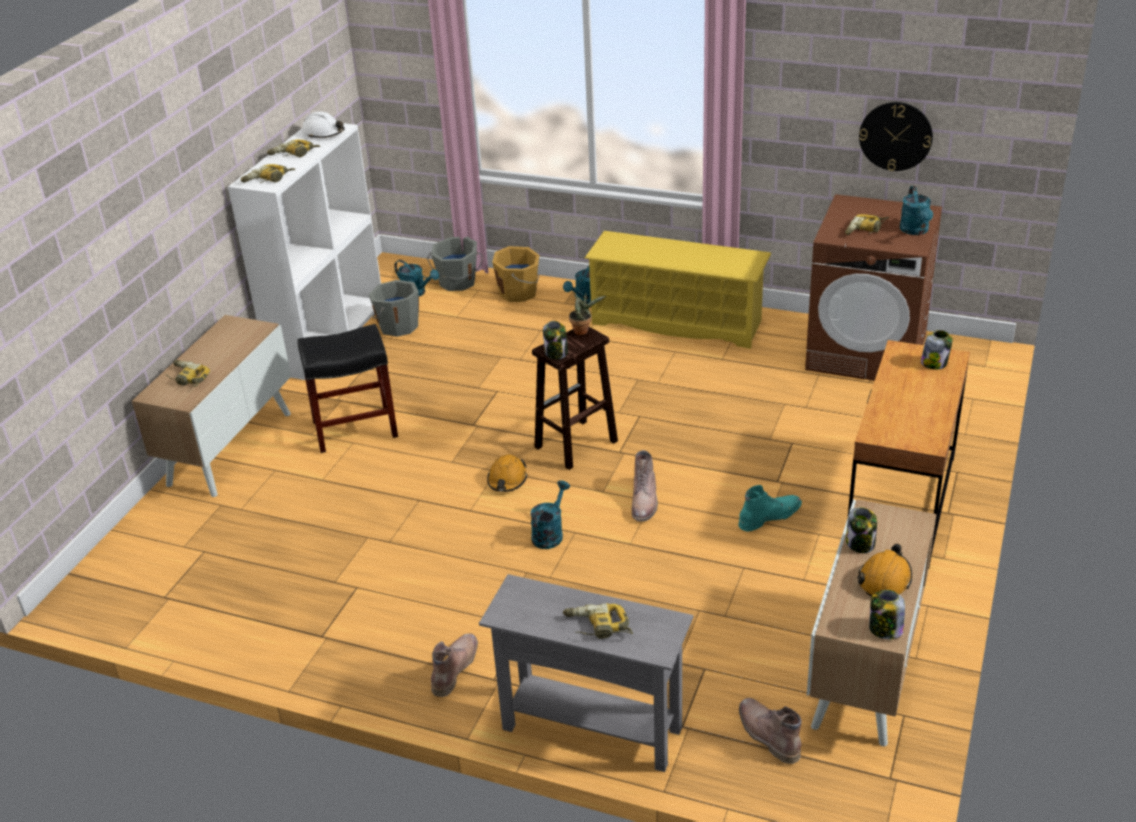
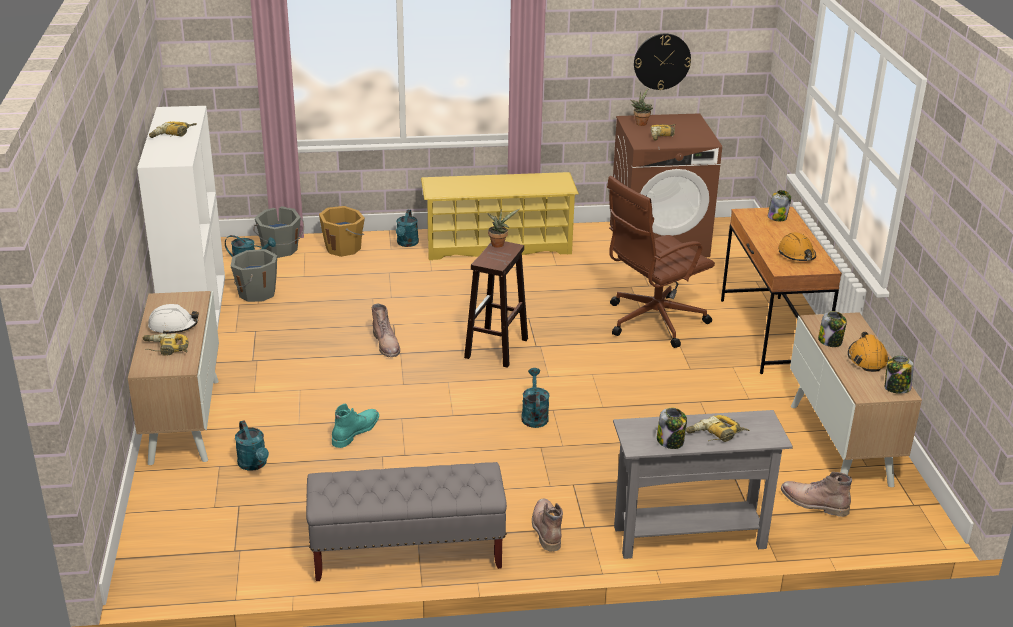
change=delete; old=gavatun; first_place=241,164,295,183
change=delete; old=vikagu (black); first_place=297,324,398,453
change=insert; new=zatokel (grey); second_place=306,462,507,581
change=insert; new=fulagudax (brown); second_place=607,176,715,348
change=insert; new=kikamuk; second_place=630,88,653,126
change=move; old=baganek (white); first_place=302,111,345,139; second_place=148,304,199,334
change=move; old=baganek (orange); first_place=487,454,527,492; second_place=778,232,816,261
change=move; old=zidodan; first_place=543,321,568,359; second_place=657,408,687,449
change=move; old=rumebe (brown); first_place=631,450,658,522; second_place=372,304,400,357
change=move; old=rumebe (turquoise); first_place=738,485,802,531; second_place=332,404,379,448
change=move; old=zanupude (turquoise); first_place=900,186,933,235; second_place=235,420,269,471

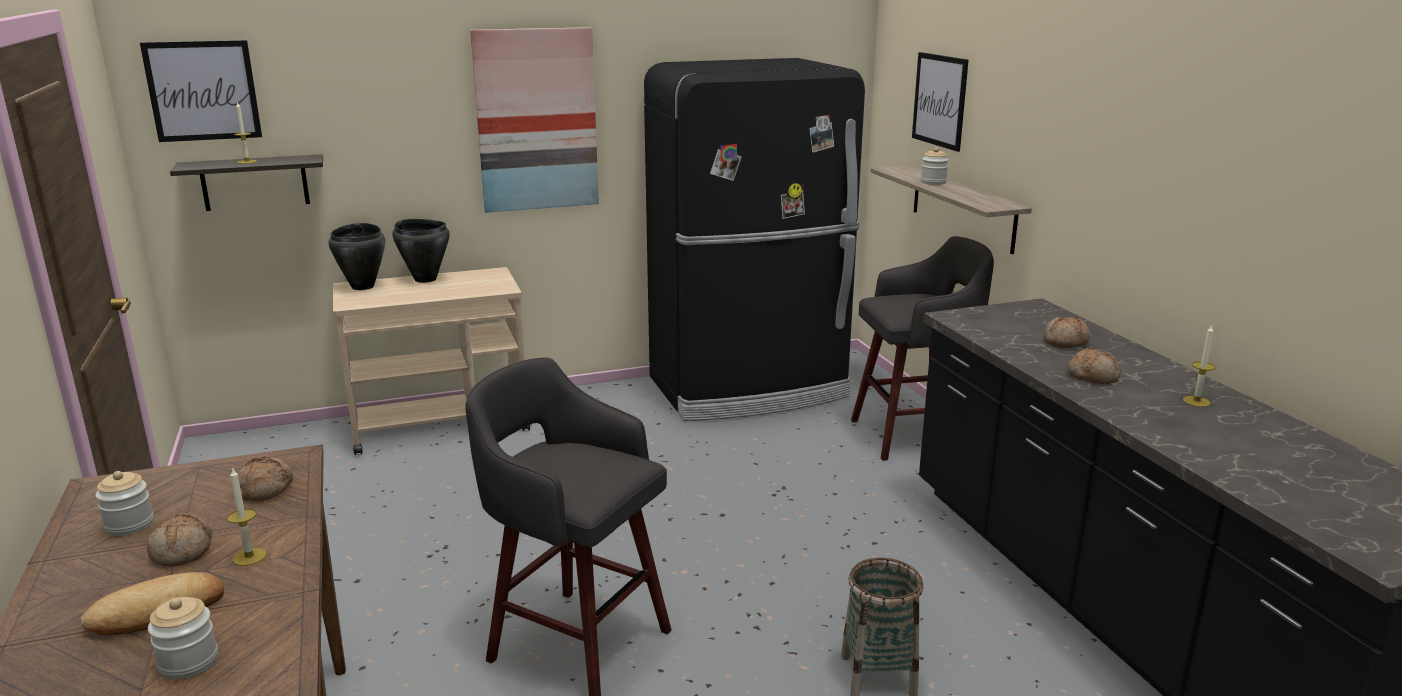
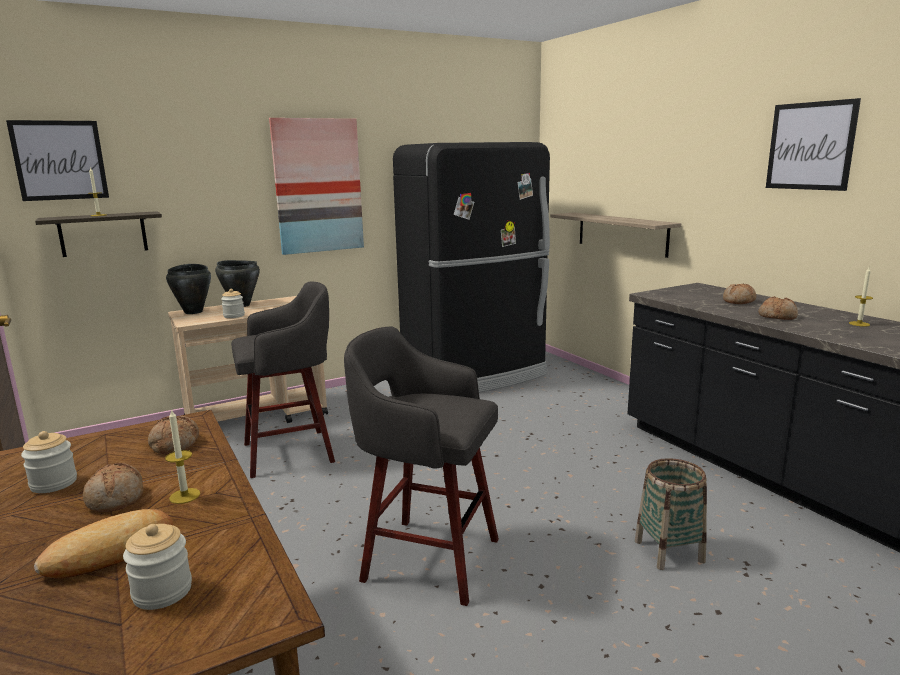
change=move; old=vikagu (grey); first_place=851,236,994,461; second_place=231,282,335,478
change=move; old=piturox; first_place=912,52,969,152; second_place=766,98,861,191
change=move; old=zidodan; first_place=921,147,949,185; second_place=221,289,245,318

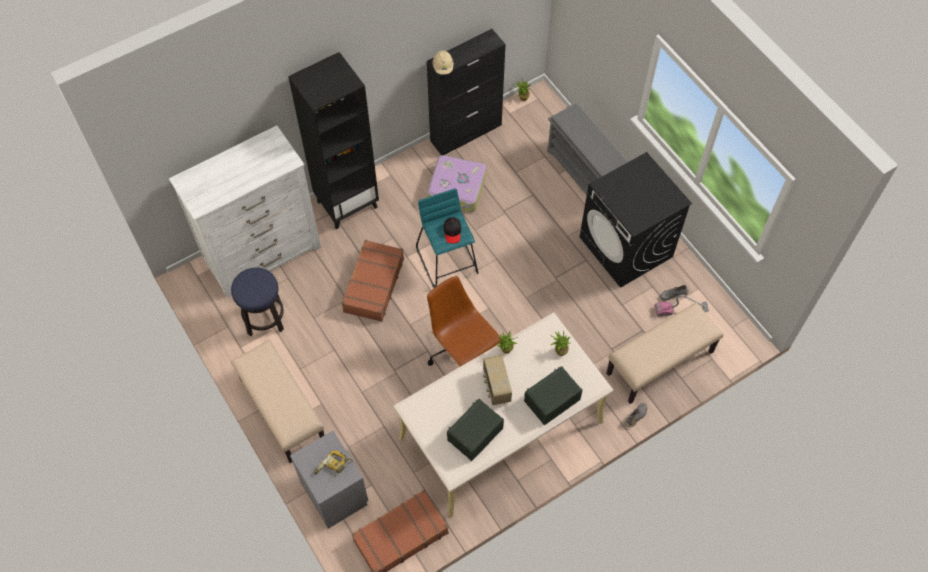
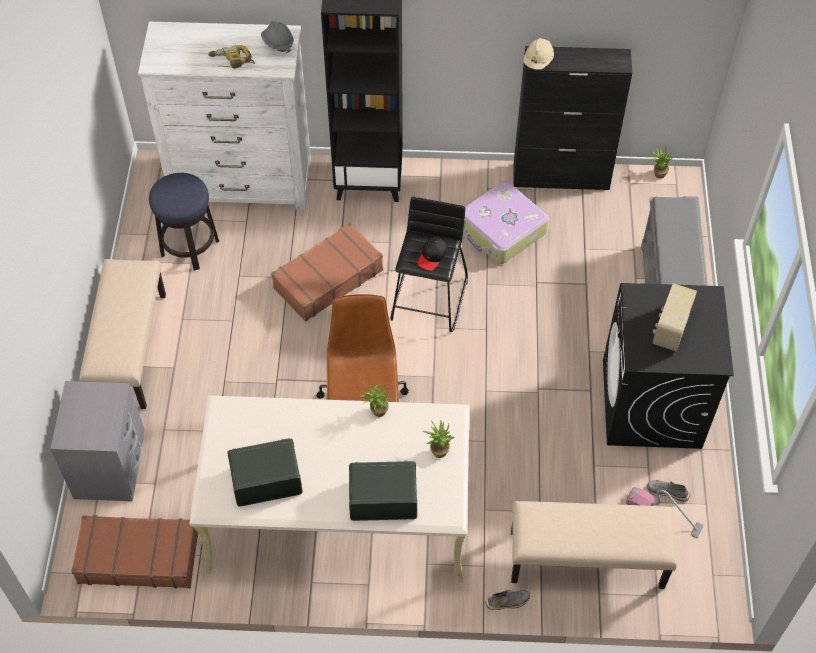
change=insert; new=baganek (grey); second_place=261,21,294,53
change=move; old=gavatun; first_place=314,450,353,479; second_place=208,45,255,69
change=move; old=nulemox; first_place=483,355,512,405; second_place=652,283,697,352
change=recolor; old=vikagu (turquoise); new=vikagu (black); first_place=416,188,478,288; second_place=390,197,468,332

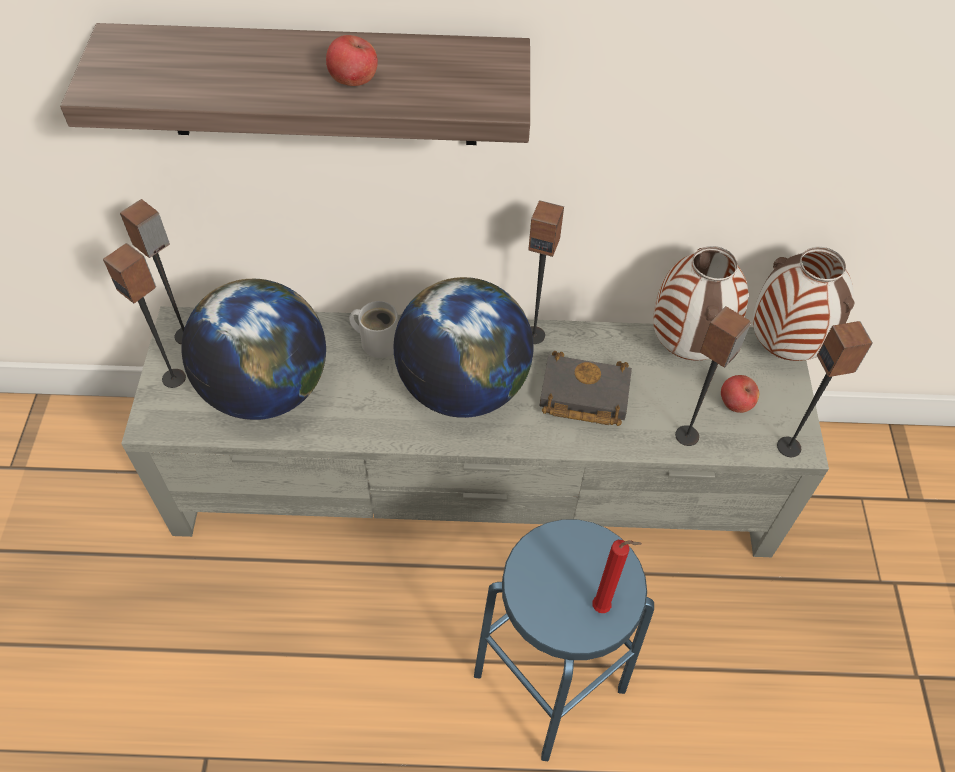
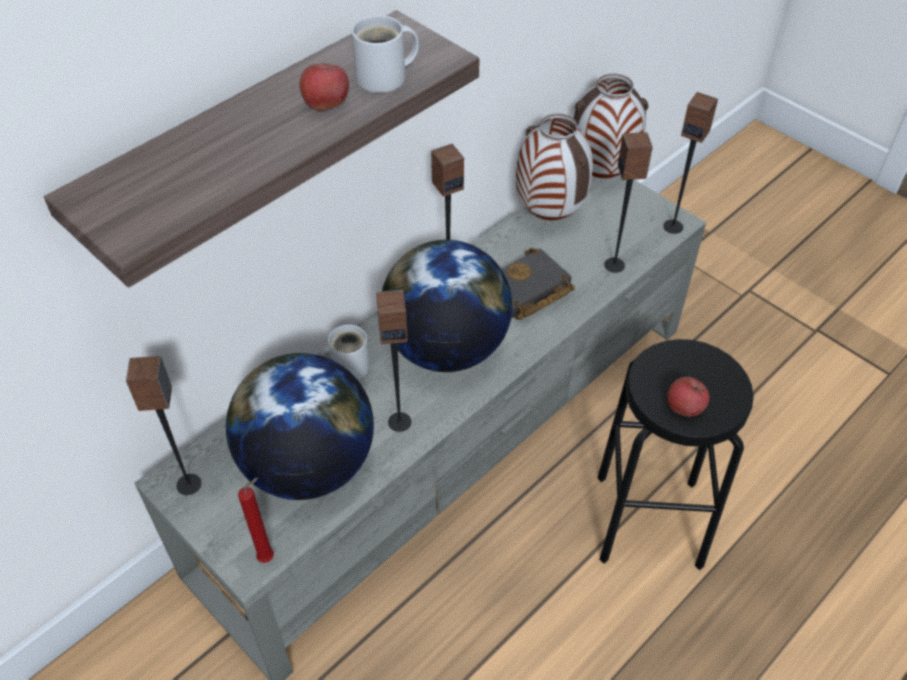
change=insert; new=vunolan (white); second_place=352,15,419,93
change=move; old=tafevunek; first_place=103,243,186,388; second_place=376,290,411,432
change=move; old=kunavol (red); first_place=592,540,642,613; second_place=238,477,274,563
change=move; old=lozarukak; first_place=721,375,759,413; second_place=667,377,709,417
change=recolor; old=vikagu (blue); new=vikagu (black); first_place=474,519,654,761; second_place=597,339,754,570

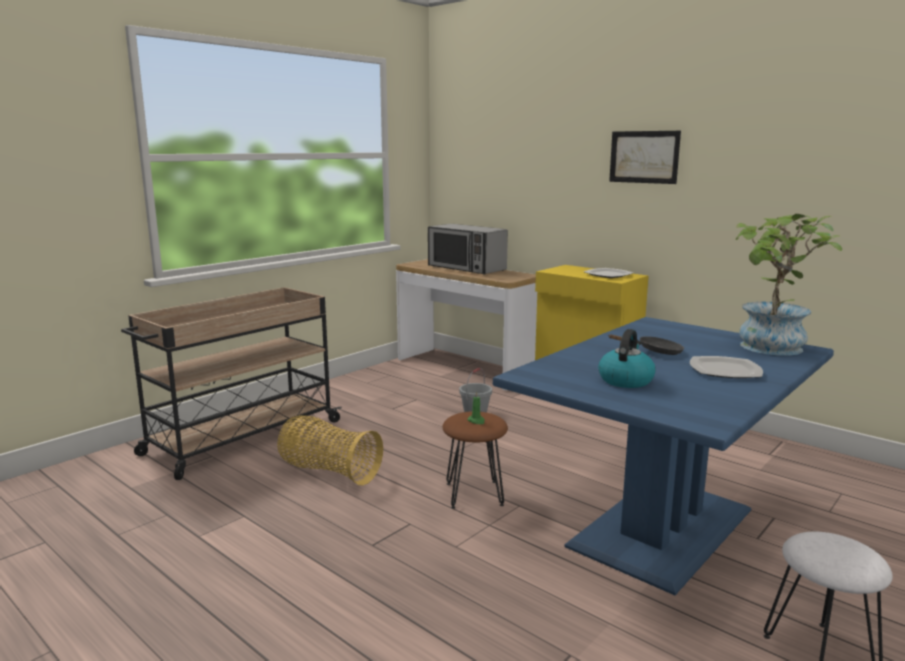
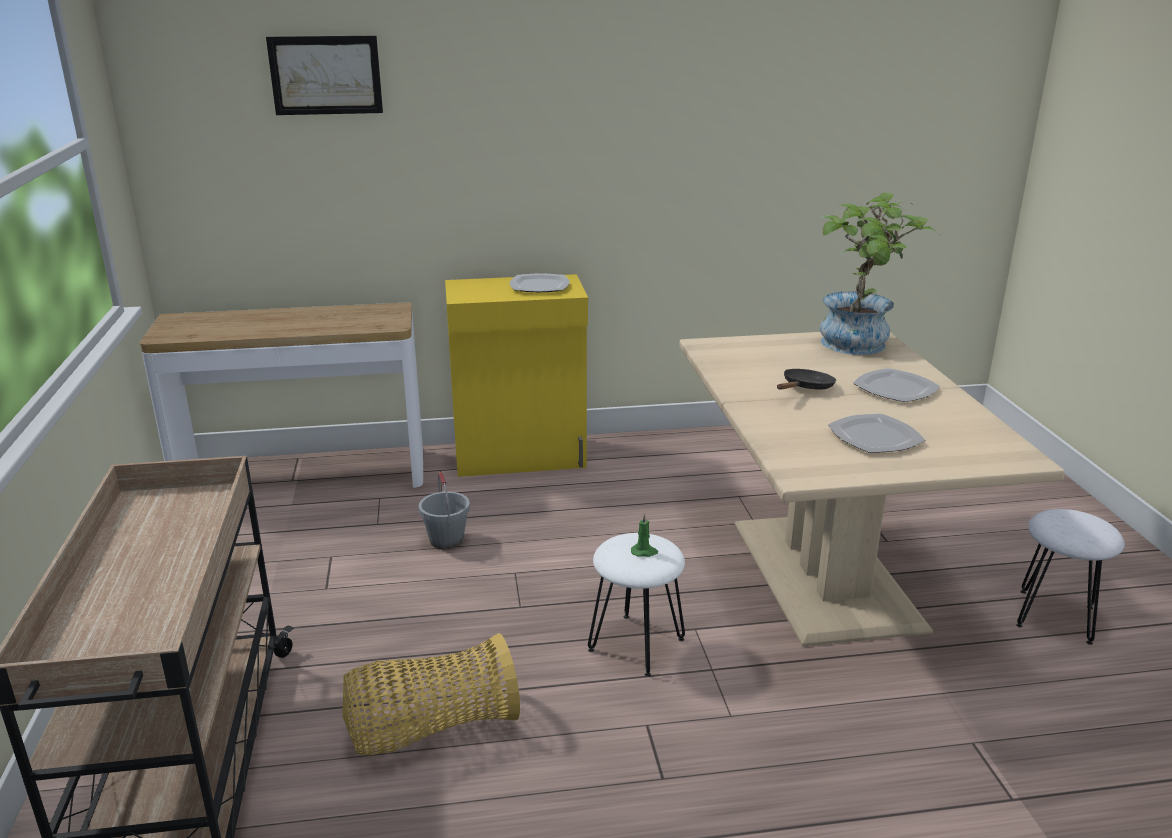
change=delete; old=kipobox; first_place=428,224,508,274
change=move; old=piturox; first_place=609,131,681,184; second_place=266,36,383,115
change=replace; old=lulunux; new=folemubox; first_place=598,329,656,388; second_place=828,414,925,453
change=recolor; old=vikagu (brown); new=vikagu (white); first_place=442,411,508,509; second_place=588,533,685,677
change=recolor; old=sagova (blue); new=sagova (beige); first_place=493,317,834,595; second_place=679,332,1065,646

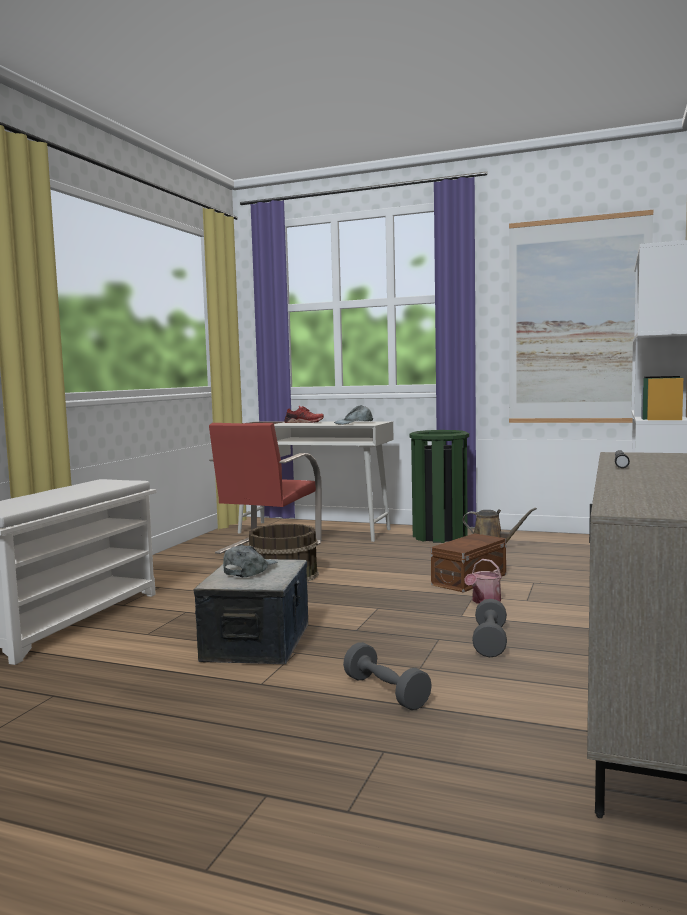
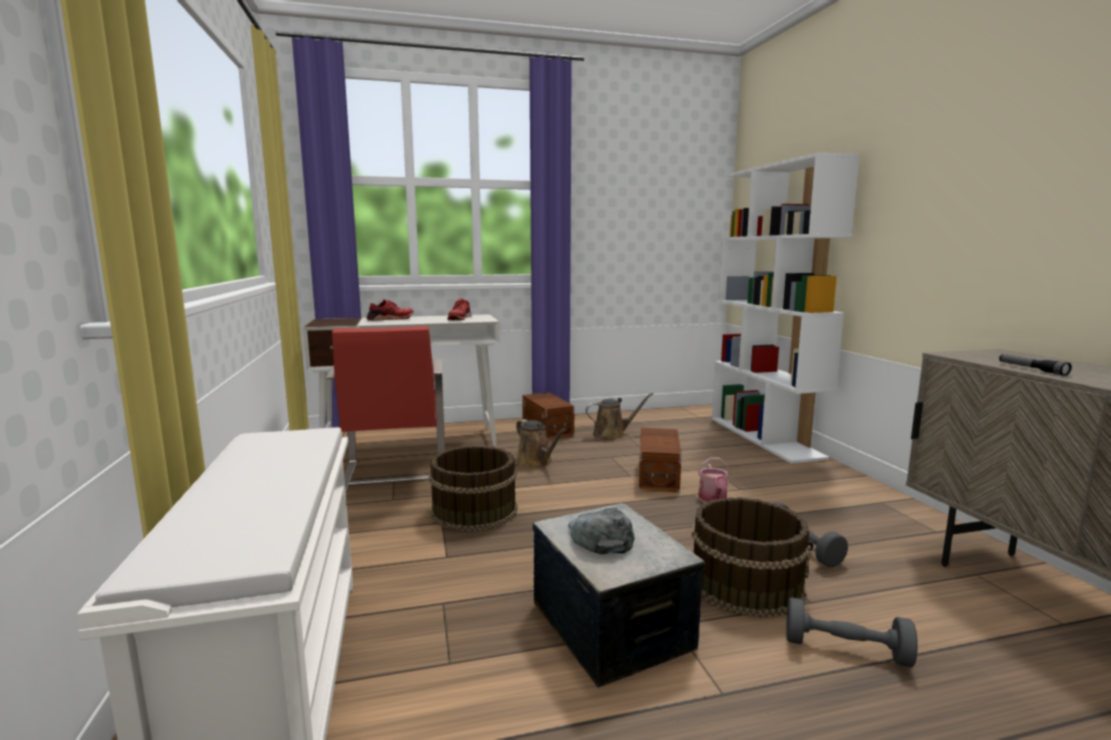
change=delete; old=piturox; first_place=509,210,653,423
change=insert; new=zanupude (brown); second_place=516,419,566,468
change=insert; new=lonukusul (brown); second_place=692,497,814,617
change=replace; old=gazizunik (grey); new=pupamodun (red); first_place=334,405,373,425; second_place=447,298,472,320
change=replace; old=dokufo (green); new=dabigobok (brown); first_place=409,430,469,543; second_place=522,392,574,440

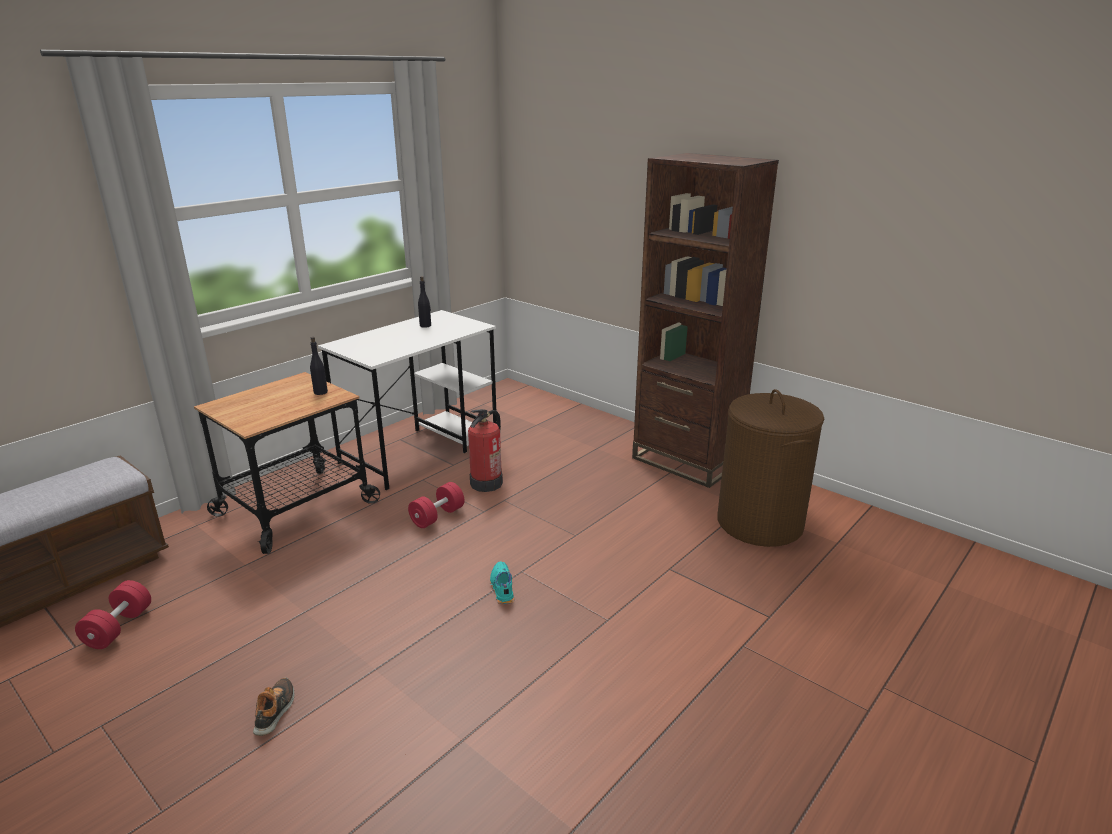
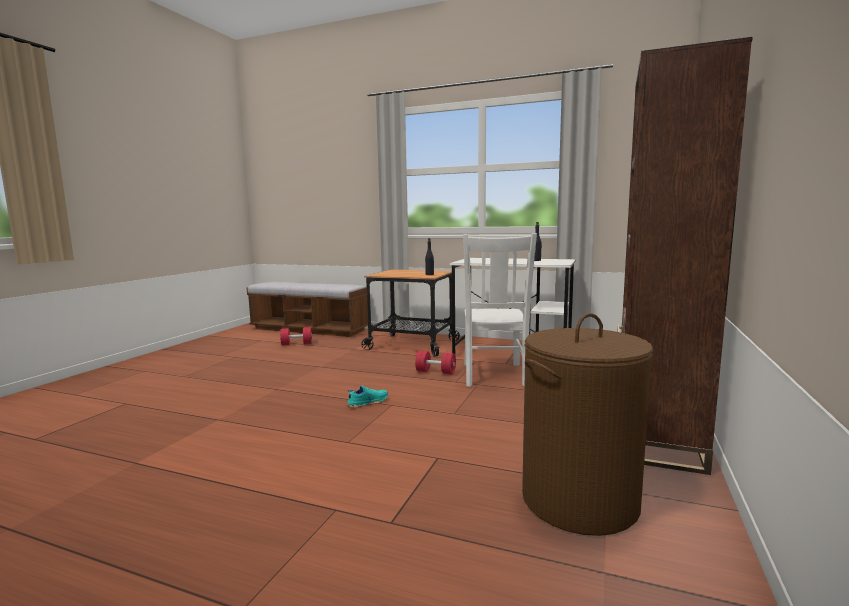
change=delete; old=pupamodun; first_place=253,677,294,736
change=replace; old=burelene; new=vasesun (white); first_place=468,409,503,492; second_place=463,233,537,387

